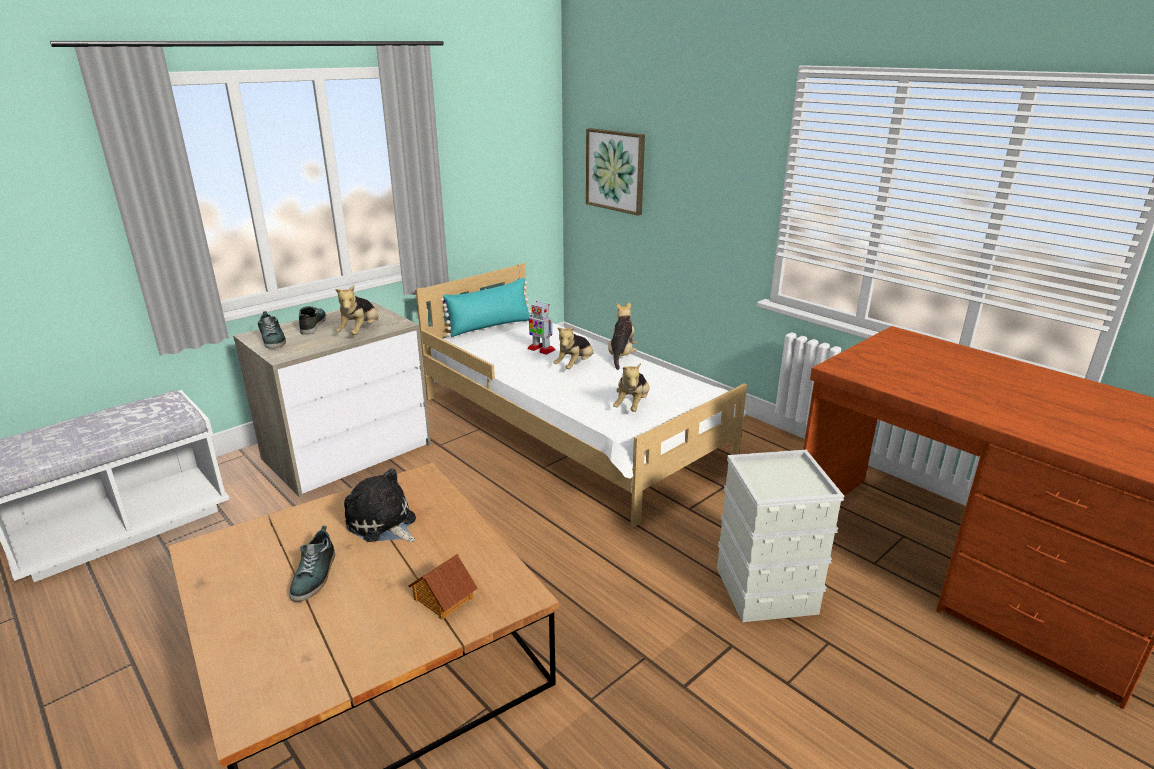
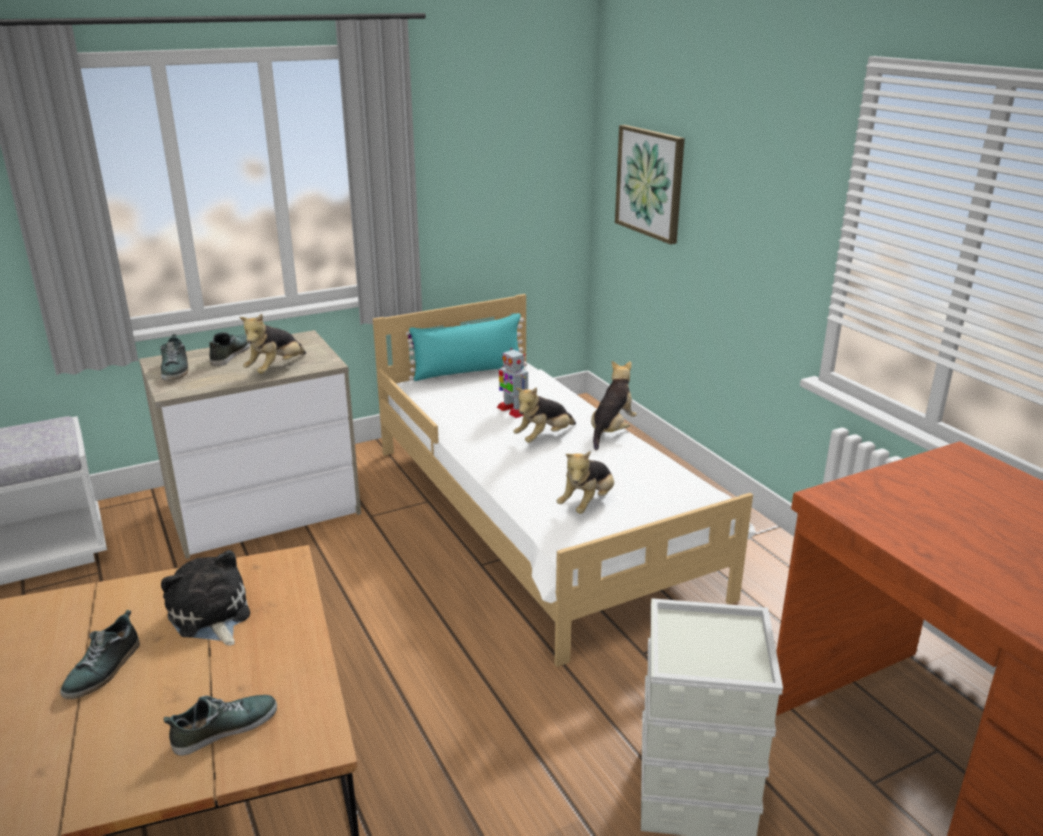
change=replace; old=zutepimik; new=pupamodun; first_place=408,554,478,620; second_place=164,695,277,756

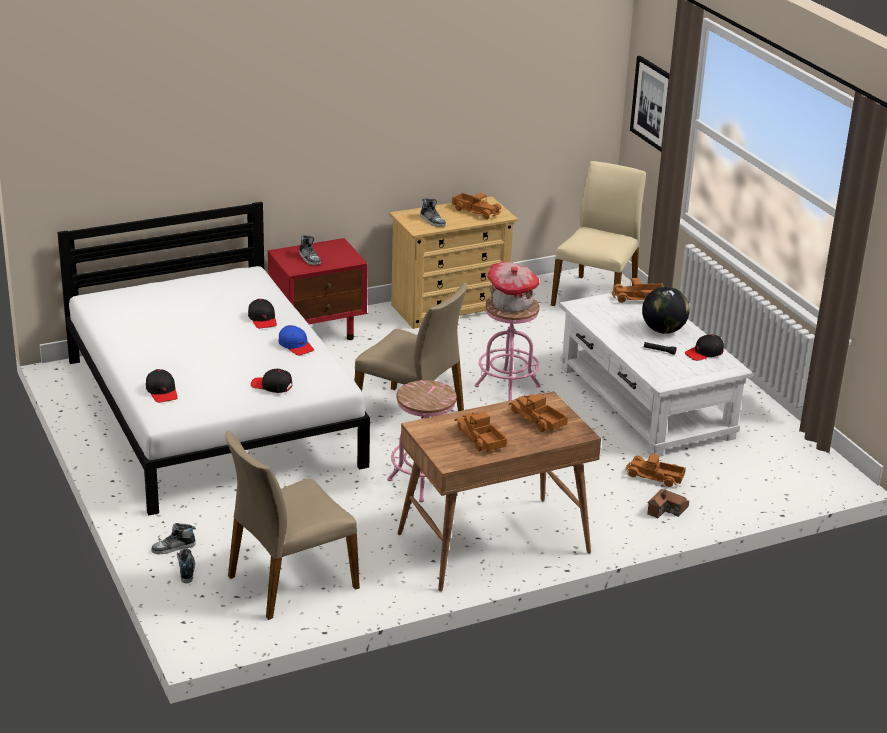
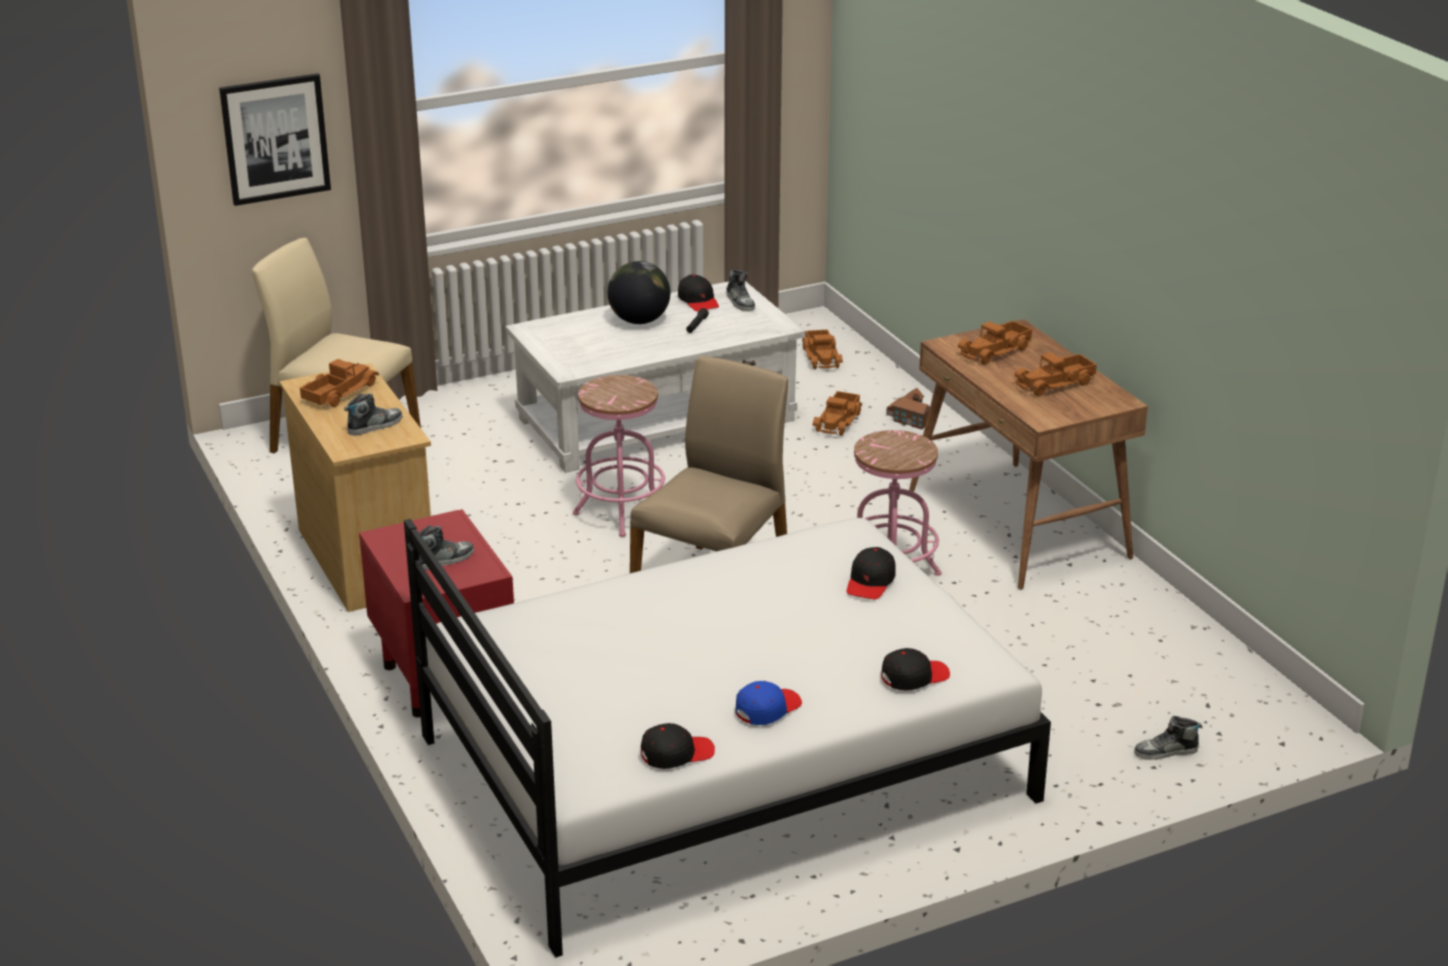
change=delete; old=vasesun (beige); first_place=225,430,360,620
change=delete; old=zutepimik; first_place=487,262,539,312
change=move; old=pupamodun; first_place=151,523,196,555; second_place=726,270,755,311
change=move; old=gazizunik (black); first_place=248,299,277,329; second_place=641,723,715,769
change=move; old=gazizunik (blue); first_place=279,325,314,356; second_place=735,681,802,725
change=move; old=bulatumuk; first_place=612,278,664,303; second_place=802,330,843,369

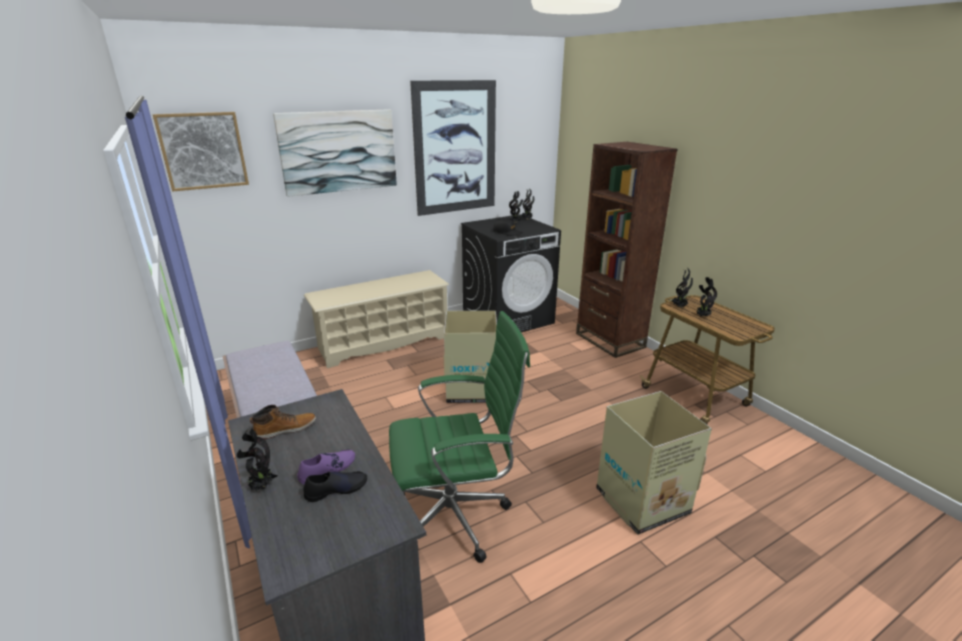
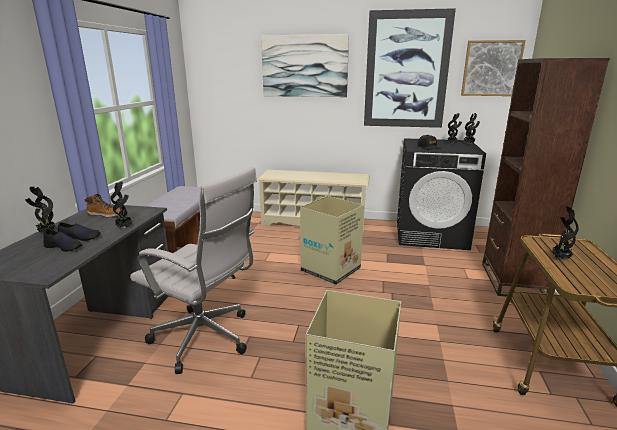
change=move; old=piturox; first_place=153,112,249,191; second_place=461,40,526,96
change=move; old=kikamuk; first_place=672,268,693,308; second_place=110,182,132,228
change=recolor; old=pupamodun (purple); new=pupamodun (black); first_place=297,450,355,485; second_place=57,222,101,241
change=recolor; old=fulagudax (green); new=fulagudax (white); first_place=389,311,530,563; second_place=130,167,257,374

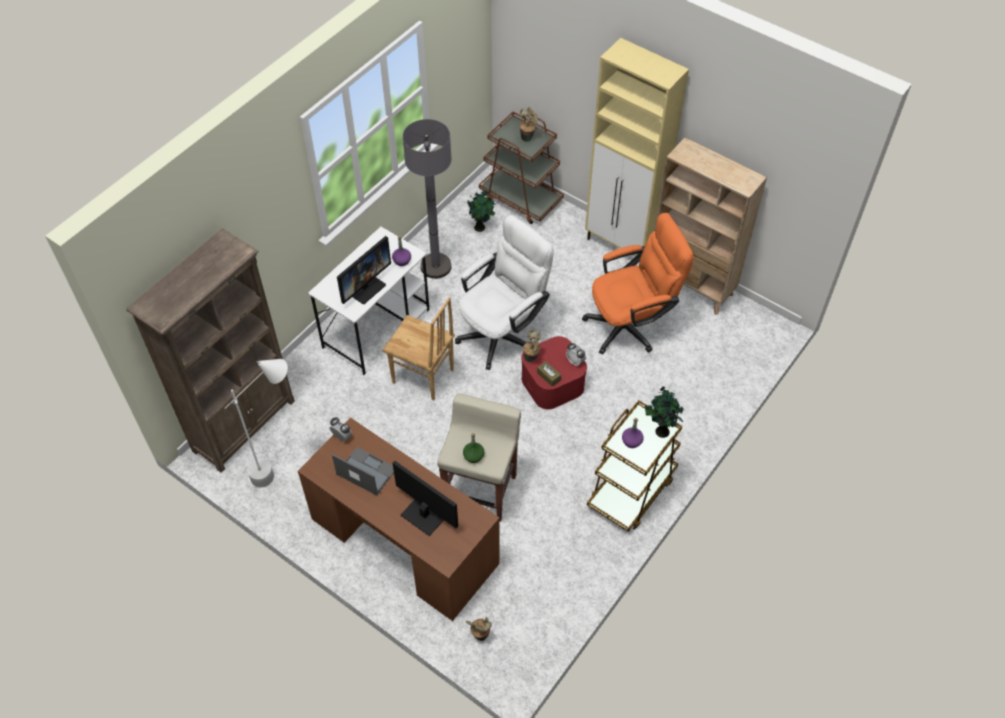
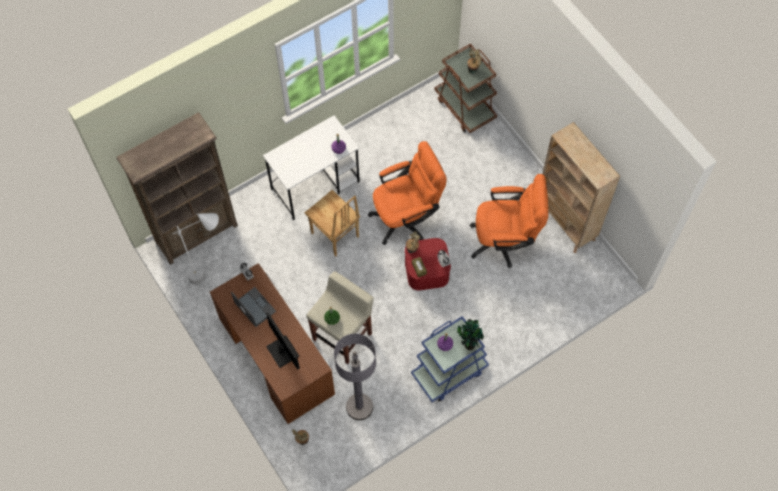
change=delete; old=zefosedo; first_place=337,236,391,304
change=delete; old=kikamuk; first_place=465,190,496,232
change=delete; old=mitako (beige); first_place=585,38,689,256
change=move; old=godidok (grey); first_place=403,119,452,279; second_place=334,334,376,420
change=recolor; old=fulagudax (white); new=fulagudax (orange); first_place=455,215,554,370; second_place=368,141,447,245
change=recolor; old=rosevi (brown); new=rosevi (blue); first_place=587,400,682,532; second_place=411,316,489,402

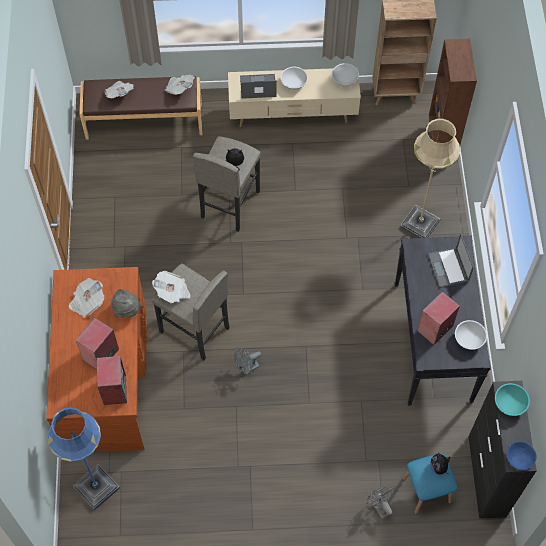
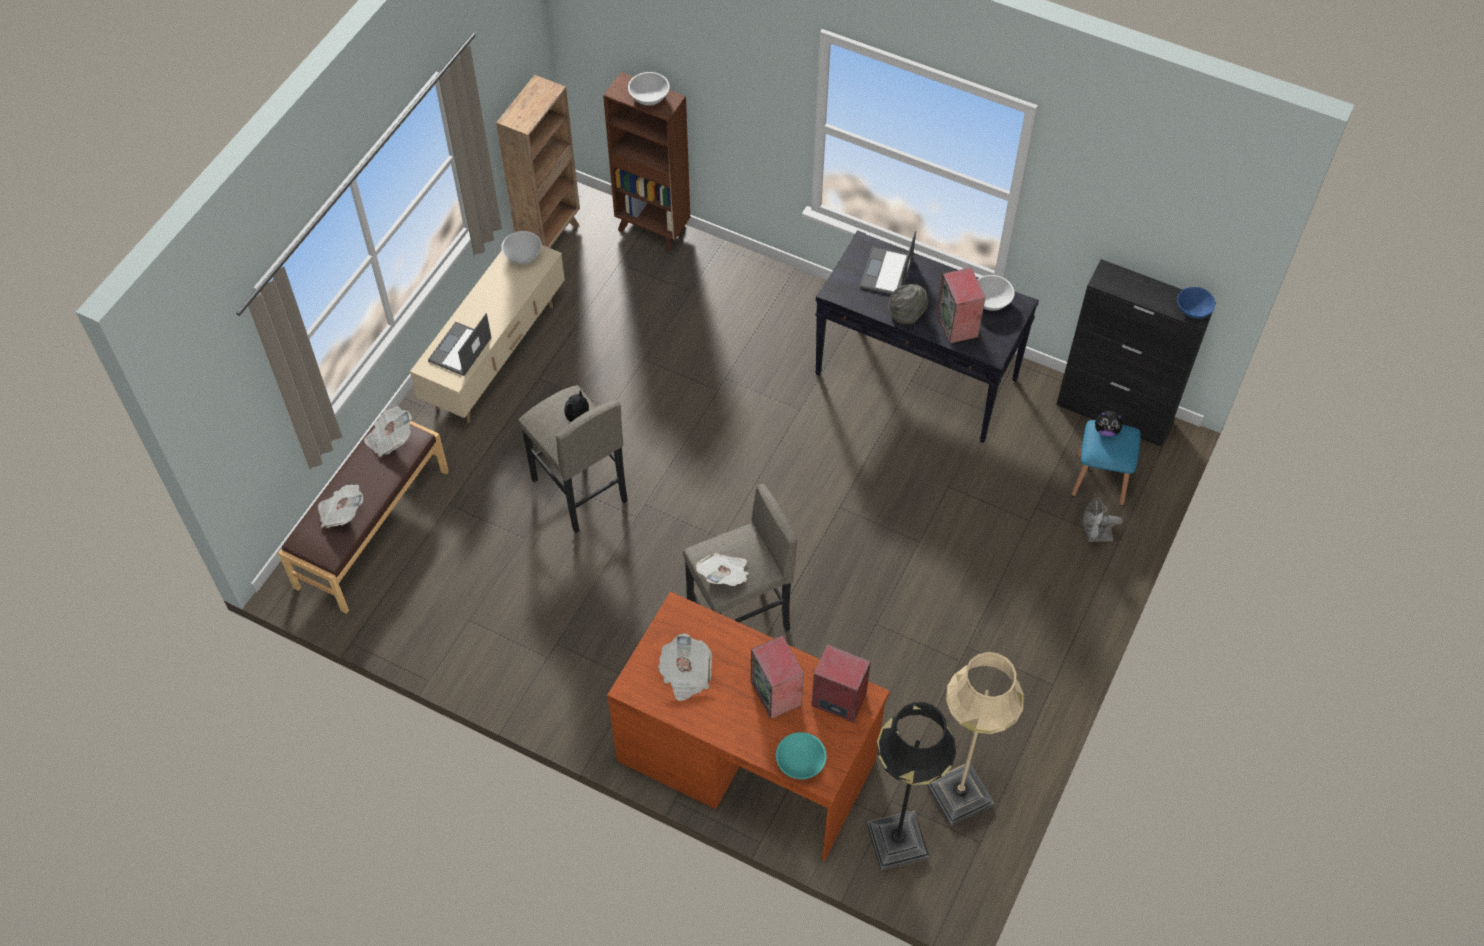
change=delete; old=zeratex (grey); first_place=234,347,261,375
change=move; old=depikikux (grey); first_place=112,289,141,318; second_place=888,284,929,324
change=move; old=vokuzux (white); first_place=281,67,308,90; second_place=628,72,670,105
change=move; old=godidok (beige); first_place=400,119,460,238; second_place=926,652,1024,826
change=move; old=vokuzux (turquoise); first_place=495,383,530,416; second_place=776,732,826,779
change=recolor; old=godidok (blue); new=godidok (black); first_place=48,407,120,511; second_place=867,702,956,871
change=rotate; old=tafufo; first_place=428,234,474,288; second_place=860,230,916,295; degrees=90

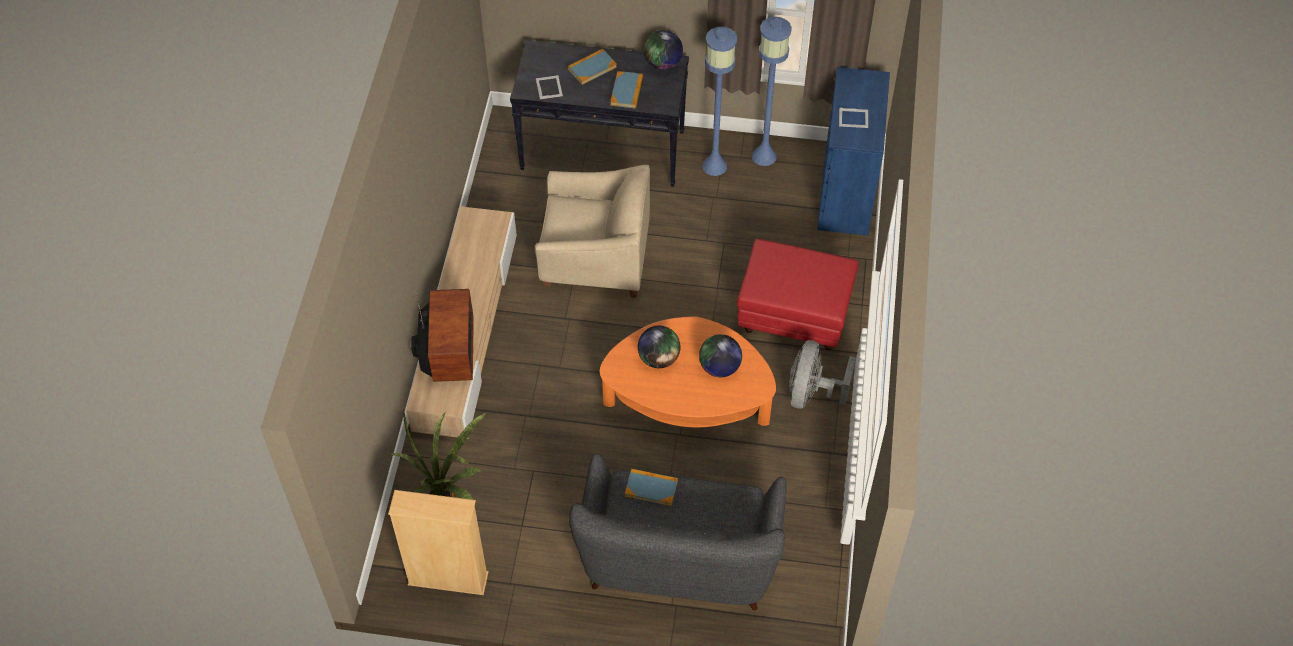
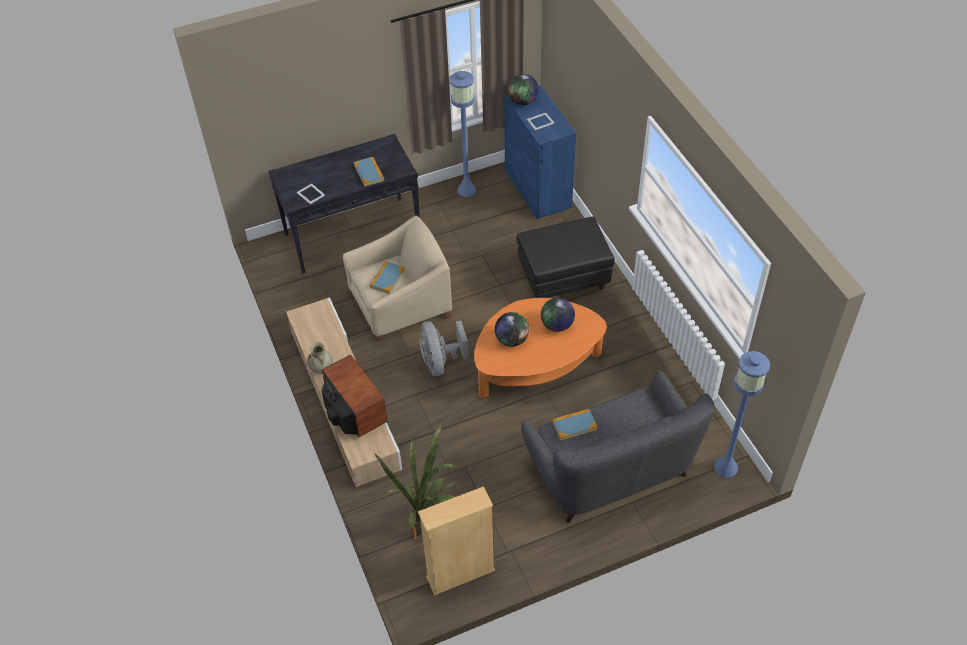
change=insert; new=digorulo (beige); second_place=308,342,333,374
change=move; old=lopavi; first_place=568,49,617,85; second_place=370,261,405,294
change=move; old=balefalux; first_place=644,30,683,70; second_place=508,74,539,105
change=move; old=godidok (blue); first_place=702,27,737,176; second_place=714,351,770,478
change=move; old=zeratex (grey); first_place=789,340,856,409; second_place=419,321,469,376
change=recolor; old=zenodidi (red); new=zenodidi (black); first_place=737,239,858,350; second_place=516,217,615,298

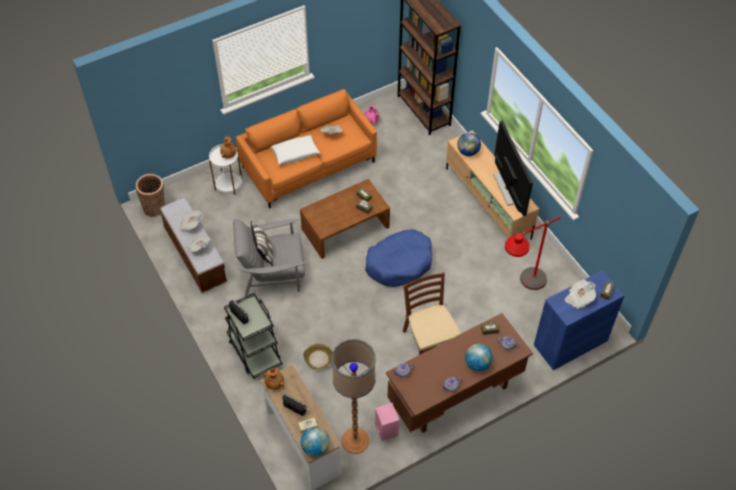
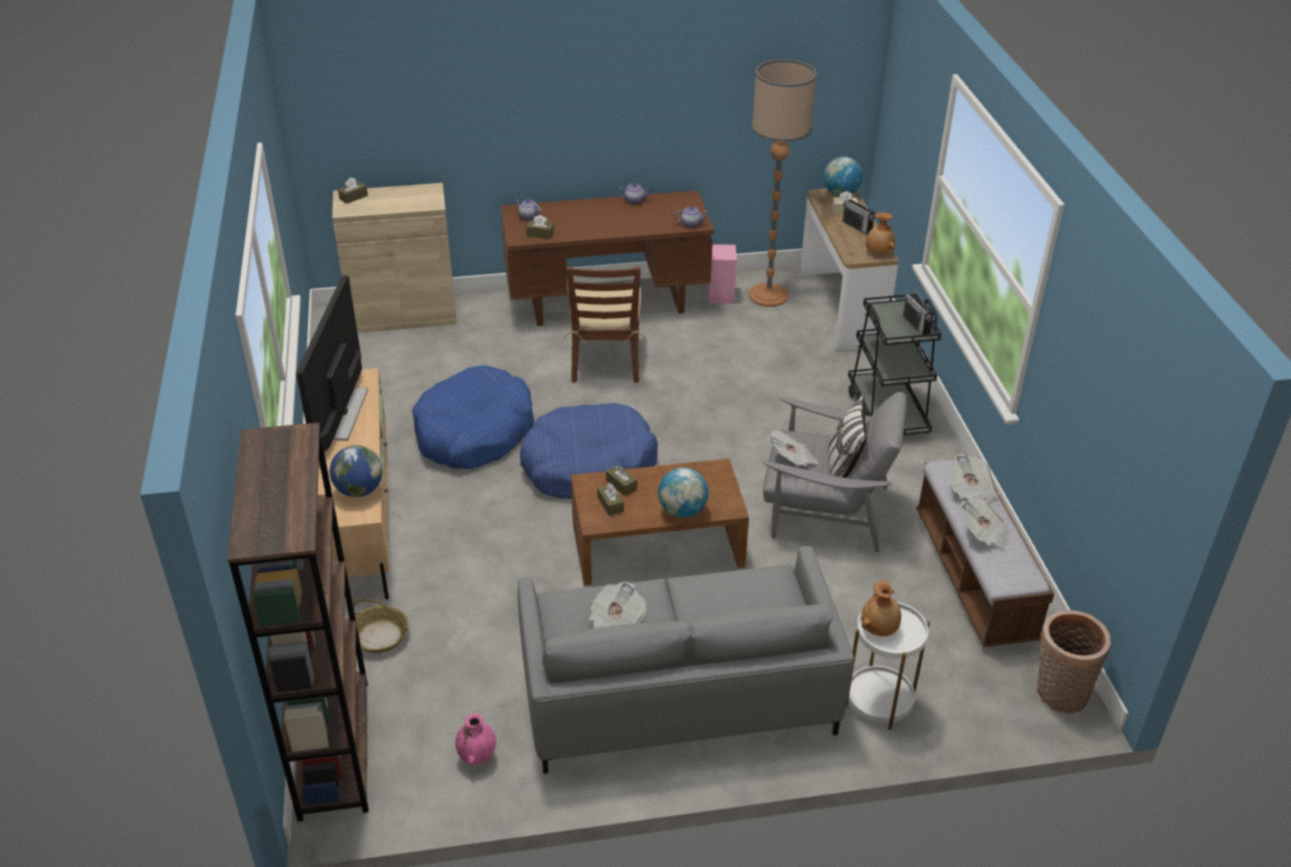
change=delete; old=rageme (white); first_place=271,135,320,165
change=delete; old=godidok (red); first_place=505,217,560,290
change=insert; new=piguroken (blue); second_place=412,365,534,469
change=move; old=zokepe; first_place=304,344,333,369; second_place=353,599,409,653
change=move; old=balefalux; first_place=465,344,493,371; second_place=658,467,709,518
change=move; old=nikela; first_place=565,280,596,309; second_place=767,431,819,466
change=recolor; old=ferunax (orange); new=ferunax (grey); first_place=236,89,377,208; second_place=518,546,854,774
change=recolor; old=mitako (blue); new=mitako (beige); first_place=534,270,625,370; second_place=332,183,457,333

